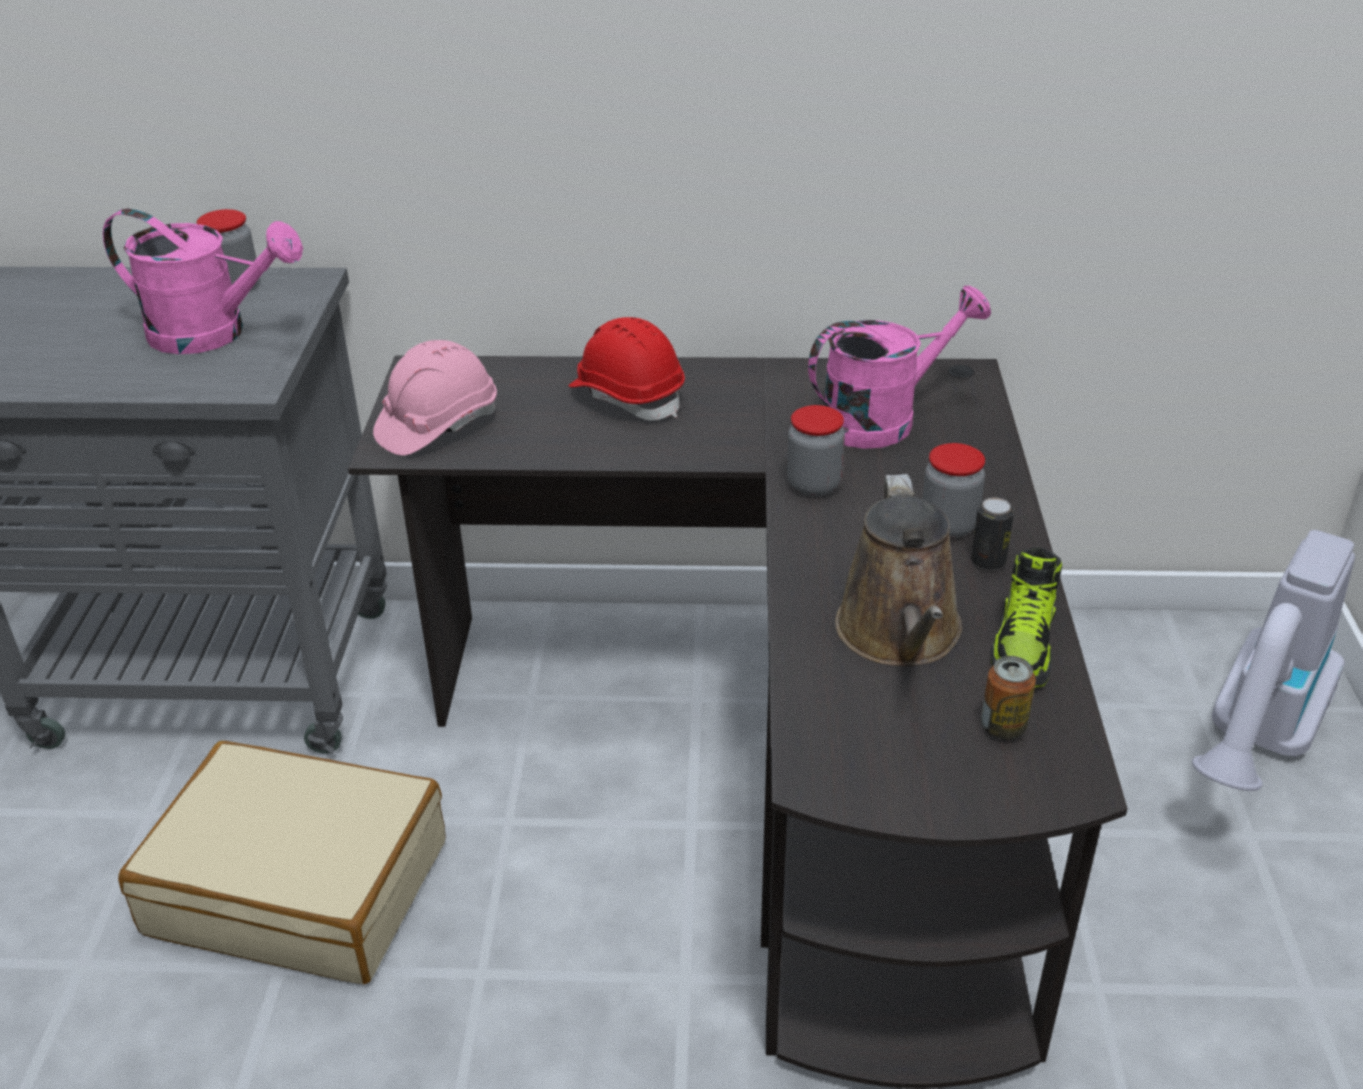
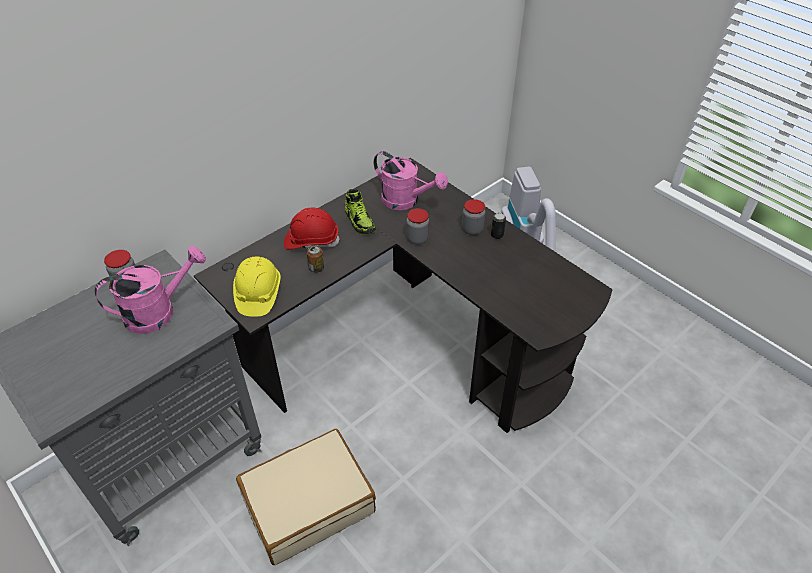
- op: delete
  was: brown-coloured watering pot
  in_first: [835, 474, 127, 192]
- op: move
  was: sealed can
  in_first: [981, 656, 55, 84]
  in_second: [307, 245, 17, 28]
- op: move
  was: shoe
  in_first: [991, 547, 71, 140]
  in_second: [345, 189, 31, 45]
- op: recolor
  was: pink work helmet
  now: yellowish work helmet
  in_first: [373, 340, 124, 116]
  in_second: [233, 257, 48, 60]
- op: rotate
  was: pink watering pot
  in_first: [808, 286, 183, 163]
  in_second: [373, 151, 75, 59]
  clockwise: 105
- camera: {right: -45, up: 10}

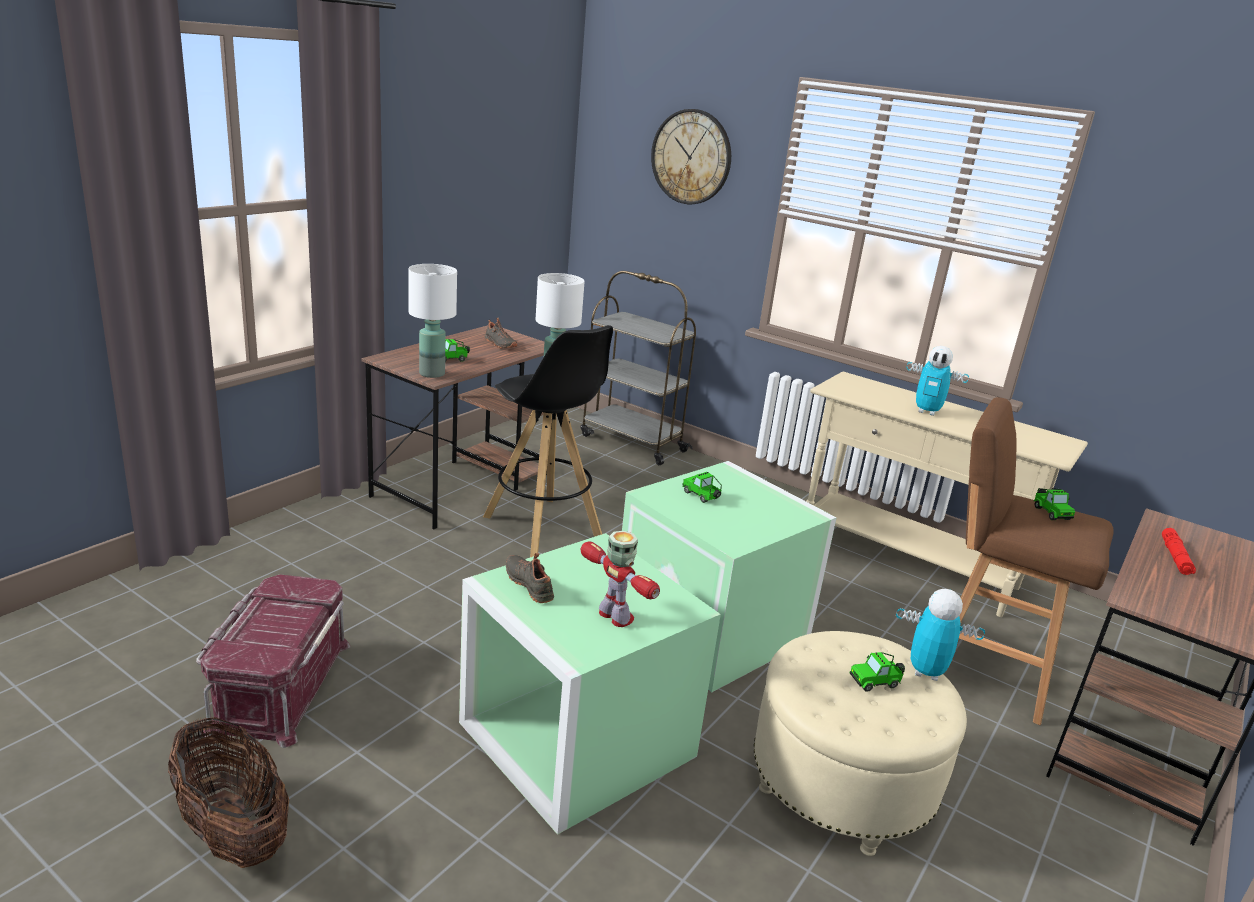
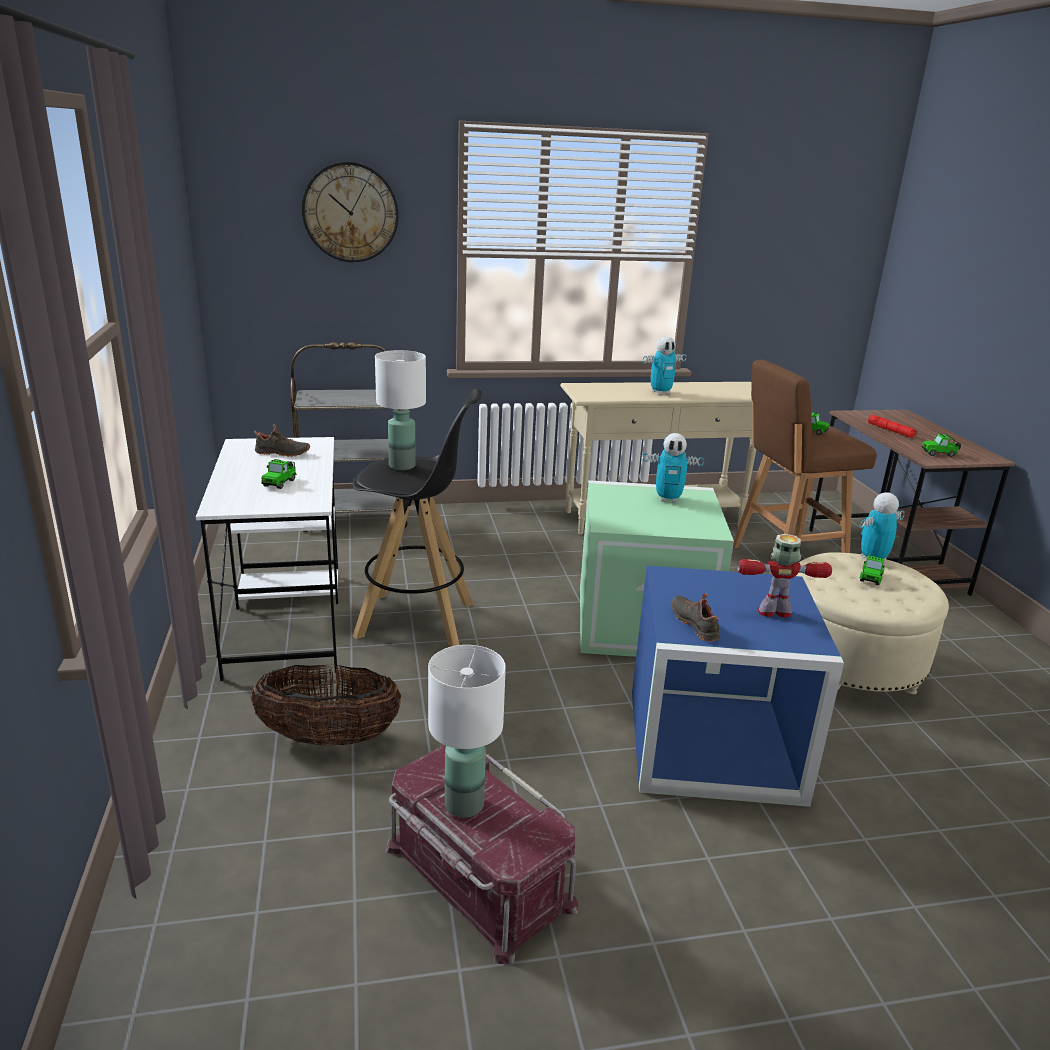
- op: insert
  now: model robot
  in_second: [643, 433, 61, 70]
- op: move
  was: basket
  in_first: [168, 717, 121, 151]
  in_second: [250, 664, 151, 82]
- op: move
  was: whitish lamp for a table
  in_first: [408, 264, 49, 114]
  in_second: [428, 645, 78, 173]
- op: move
  was: toy car
  in_first: [683, 472, 39, 31]
  in_second: [921, 433, 40, 24]
- op: recolor
  was: brown-coloured desk
  now: whitish desk
  in_first: [361, 325, 186, 205]
  in_second: [196, 437, 143, 244]
- op: recolor
  was: green-coloured storage container
  now: bluish storage container
  in_first: [459, 533, 262, 302]
  in_second: [632, 566, 212, 241]
- op: rotate
  was: black-coloured shoe
  in_first: [506, 553, 48, 50]
  in_second: [672, 593, 48, 48]
  clockwise: 60
- camera: {right: -45, up: 0}

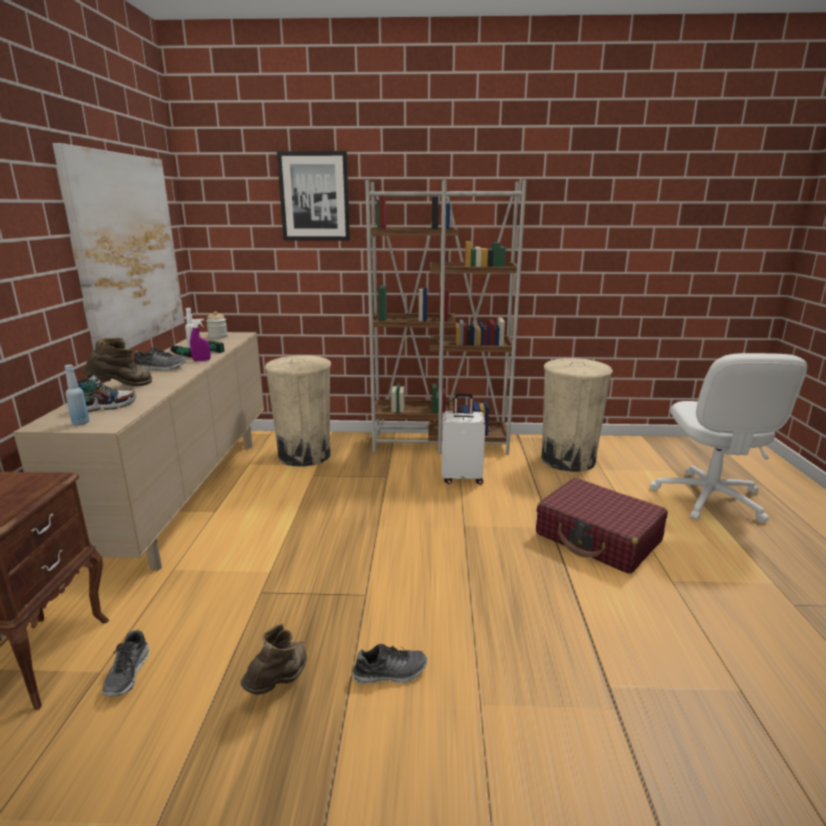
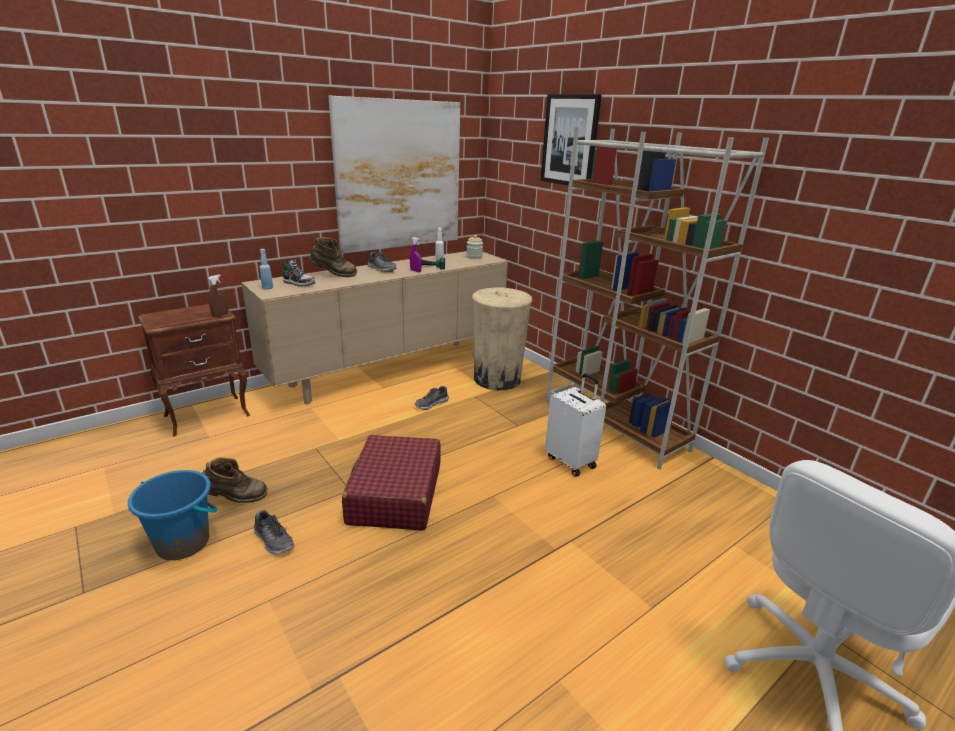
- op: delete
  was: beige-coloured rubbish bin
  in_first: [541, 358, 72, 114]
- op: insert
  now: bluish pail
  in_second: [128, 470, 90, 90]
- op: insert
  now: brown-coloured sprayer
  in_second: [208, 275, 20, 42]
- op: move
  was: shoe
  in_first: [102, 630, 47, 67]
  in_second: [415, 386, 34, 24]
- op: move
  was: red travel case
  in_first: [536, 478, 132, 96]
  in_second: [342, 435, 99, 96]
- camera: {right: 50, up: 5}

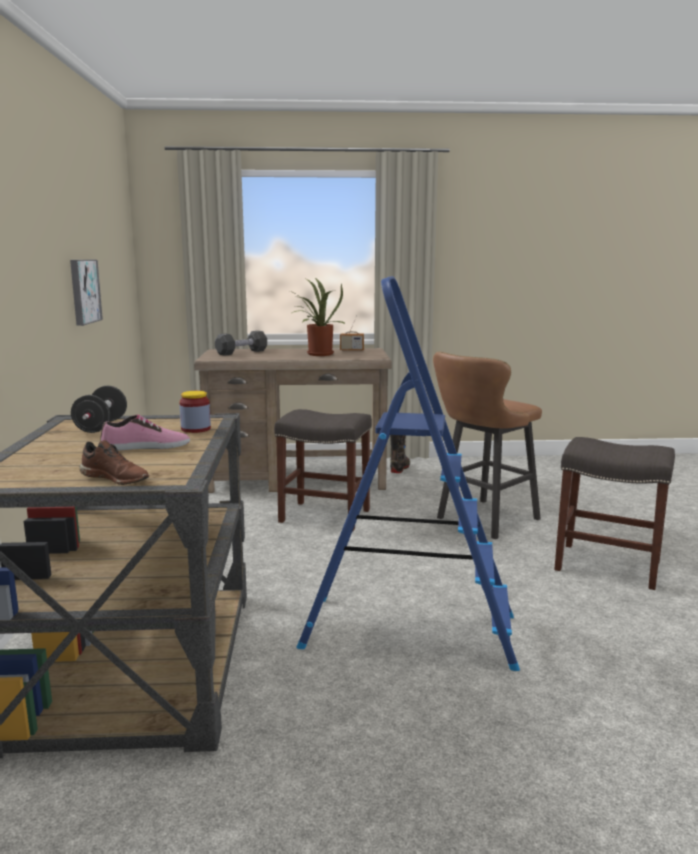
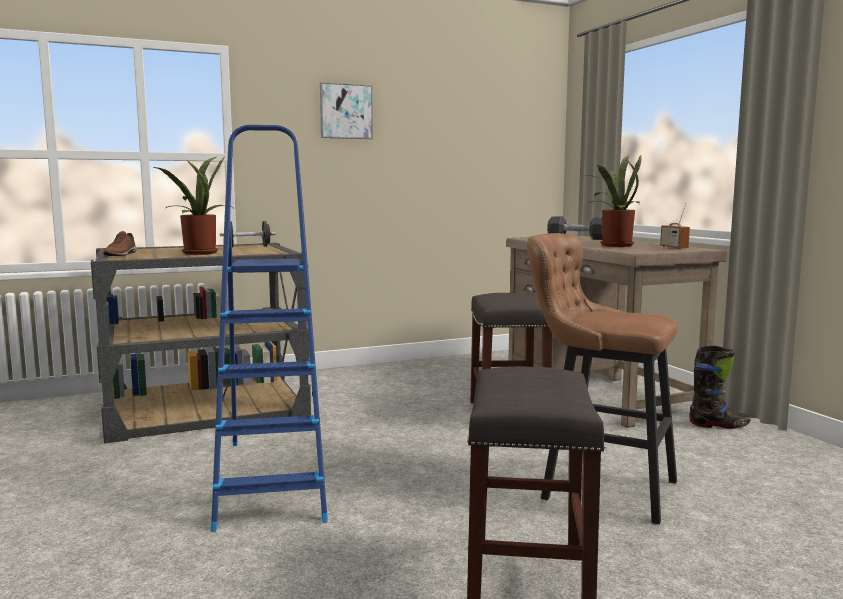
- op: delete
  was: storage jar
  in_first: [179, 391, 32, 42]
- op: move
  was: wall art
  in_first: [70, 260, 33, 66]
  in_second: [320, 82, 53, 57]
- op: replace
  was: shoe
  now: houseplant
  in_first: [100, 415, 90, 36]
  in_second: [154, 157, 78, 98]
- camera: {right: 70, up: -5}

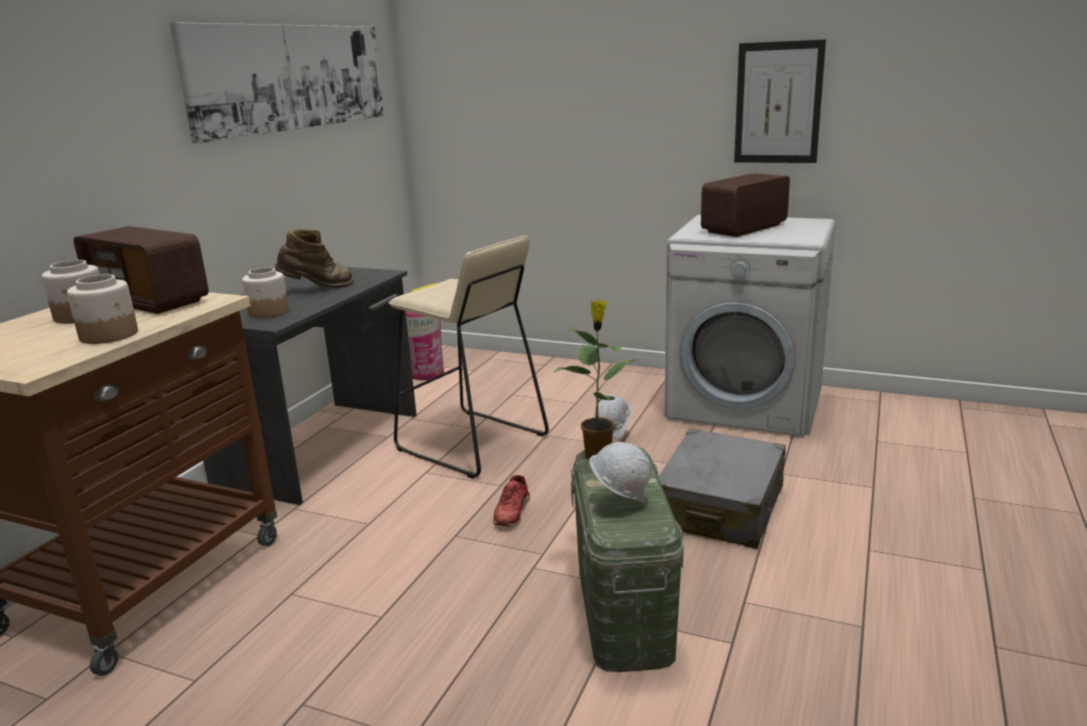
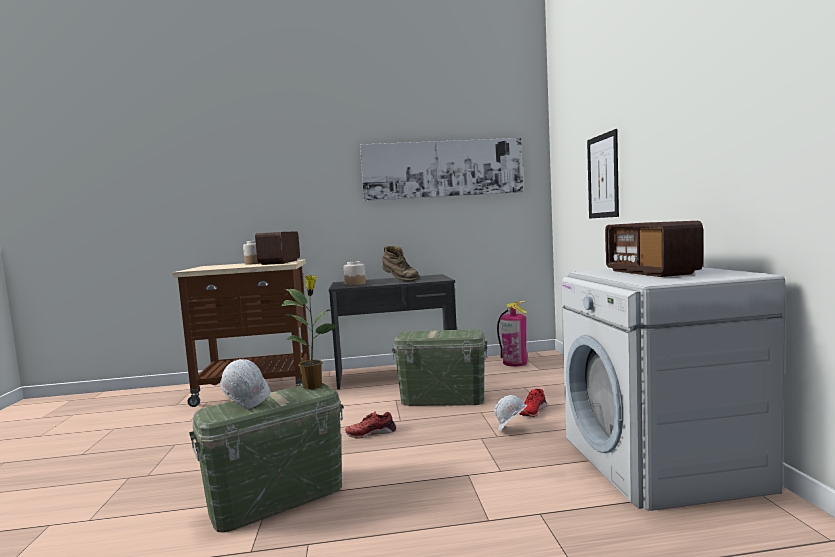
- op: delete
  was: storage jar
  in_first: [67, 274, 71, 70]
- op: delete
  was: gray travel case
  in_first: [659, 429, 127, 120]
- op: insert
  now: red shoe
  in_second: [519, 389, 28, 28]
- op: move
  was: wall art
  in_first: [734, 39, 92, 124]
  in_second: [587, 129, 32, 90]
- op: replace
  was: beige-coloured stool seat
  now: green-coloured storage container
  in_first: [389, 235, 160, 244]
  in_second: [392, 329, 95, 77]
- op: rotate
  was: radio receiver
  in_first: [701, 173, 89, 64]
  in_second: [605, 221, 98, 56]
  clockwise: -120
- camera: {right: 60, up: -15}

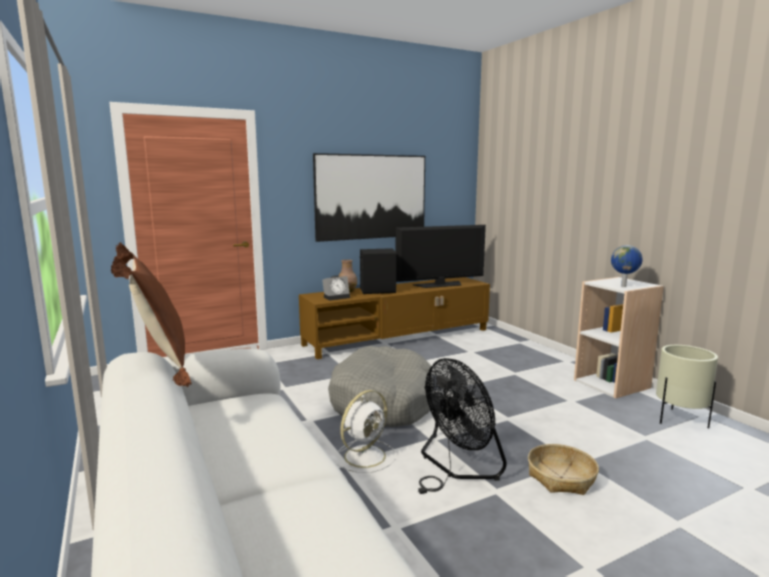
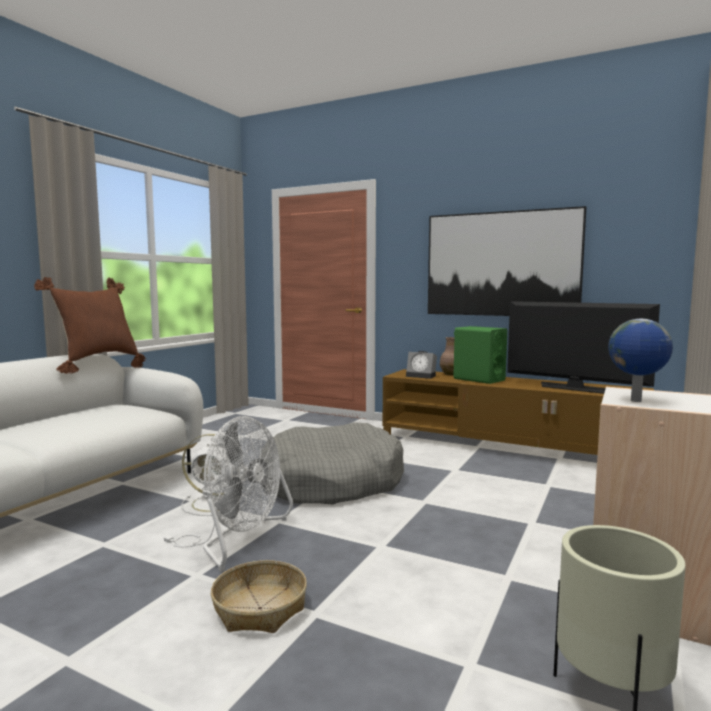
- op: recolor
  was: black-coloured audio speaker
  now: green-coloured audio speaker
  in_first: [360, 248, 36, 46]
  in_second: [453, 326, 54, 58]
- op: recolor
  was: black-coloured cooling fan
  now: whitish cooling fan
  in_first: [418, 358, 89, 136]
  in_second: [164, 416, 129, 156]
- camera: {right: 55, up: -5}

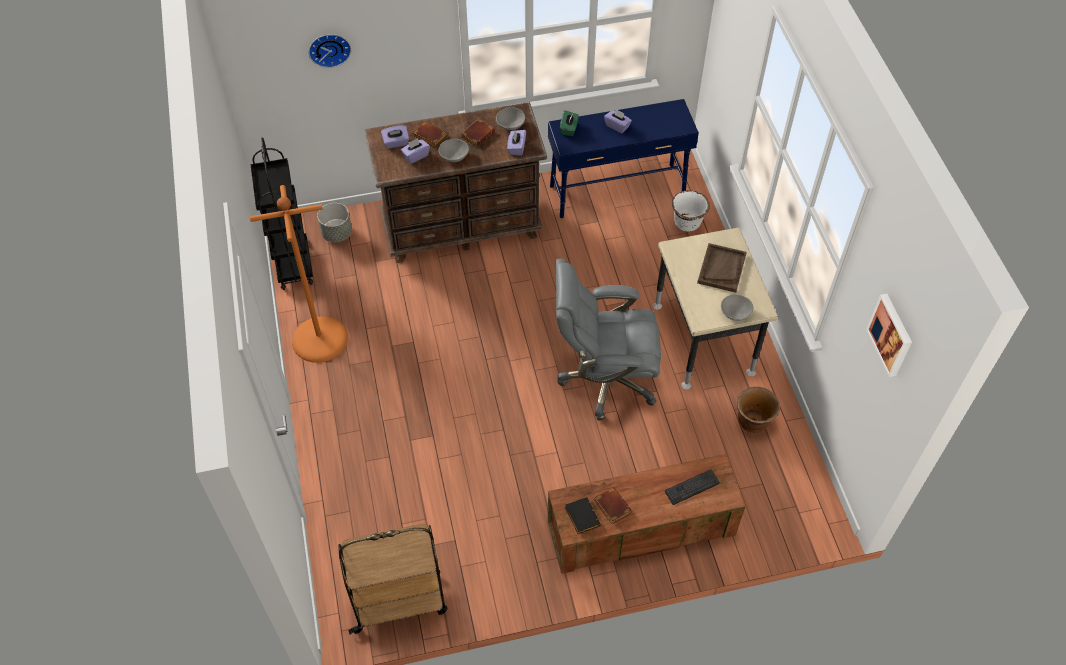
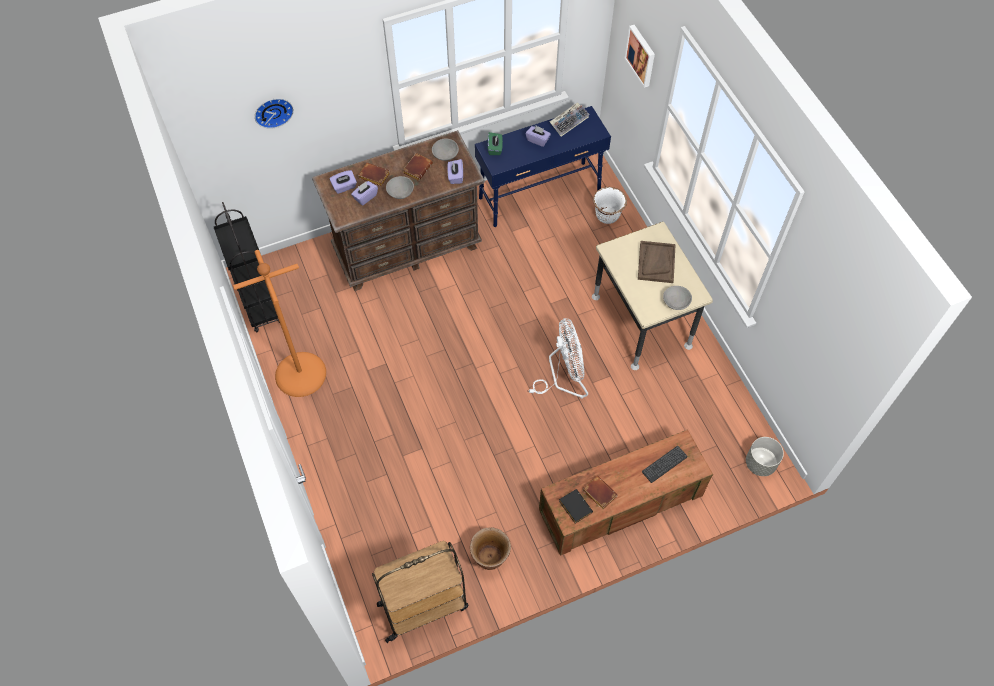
- op: insert
  now: PC keyboard
  in_second: [550, 102, 40, 35]
- op: move
  was: gray flower pot
  in_first: [317, 203, 35, 39]
  in_second: [746, 437, 38, 39]
- op: move
  was: brown-coloured flower pot
  in_first: [737, 387, 43, 46]
  in_second: [470, 527, 41, 43]
- op: move
  was: wall art
  in_first: [866, 294, 46, 83]
  in_second: [625, 25, 30, 63]
- op: replace
  was: gray desk chair
  now: whitish cooling fan
  in_first: [556, 258, 105, 162]
  in_second: [528, 318, 60, 81]
- camera: {right: -10, up: 5}

